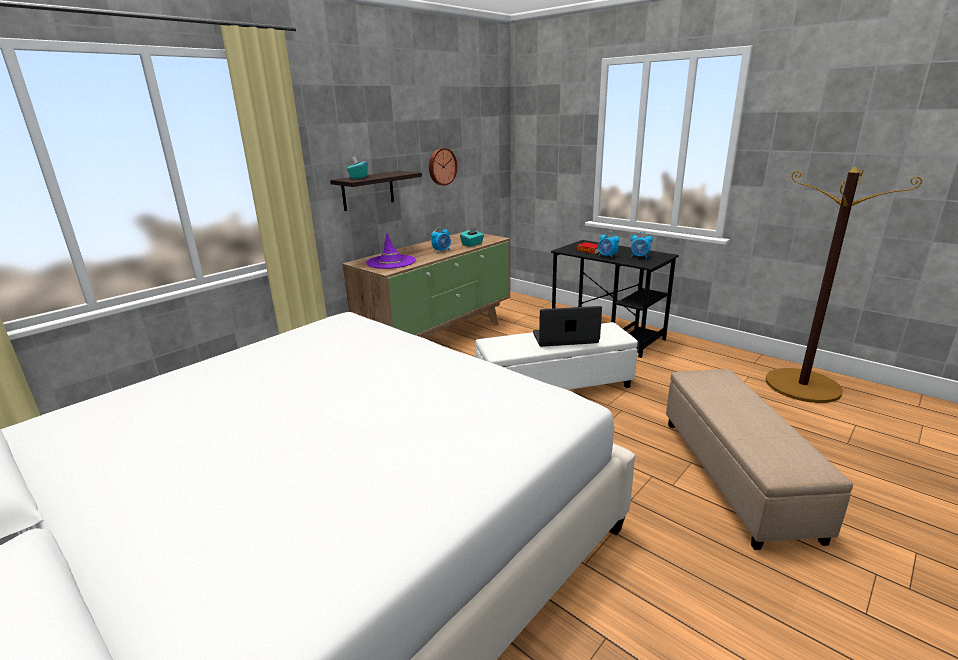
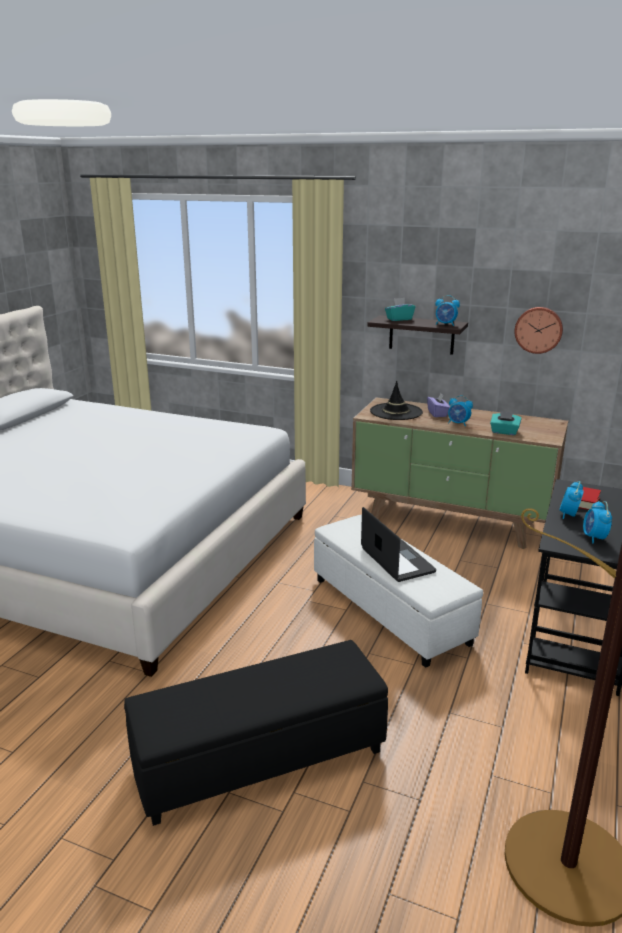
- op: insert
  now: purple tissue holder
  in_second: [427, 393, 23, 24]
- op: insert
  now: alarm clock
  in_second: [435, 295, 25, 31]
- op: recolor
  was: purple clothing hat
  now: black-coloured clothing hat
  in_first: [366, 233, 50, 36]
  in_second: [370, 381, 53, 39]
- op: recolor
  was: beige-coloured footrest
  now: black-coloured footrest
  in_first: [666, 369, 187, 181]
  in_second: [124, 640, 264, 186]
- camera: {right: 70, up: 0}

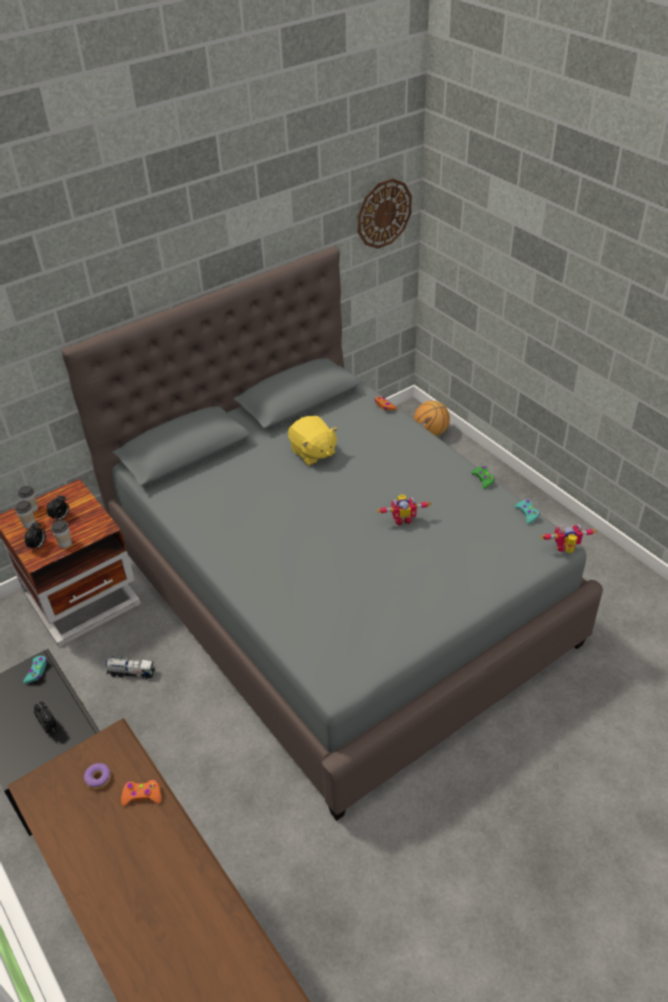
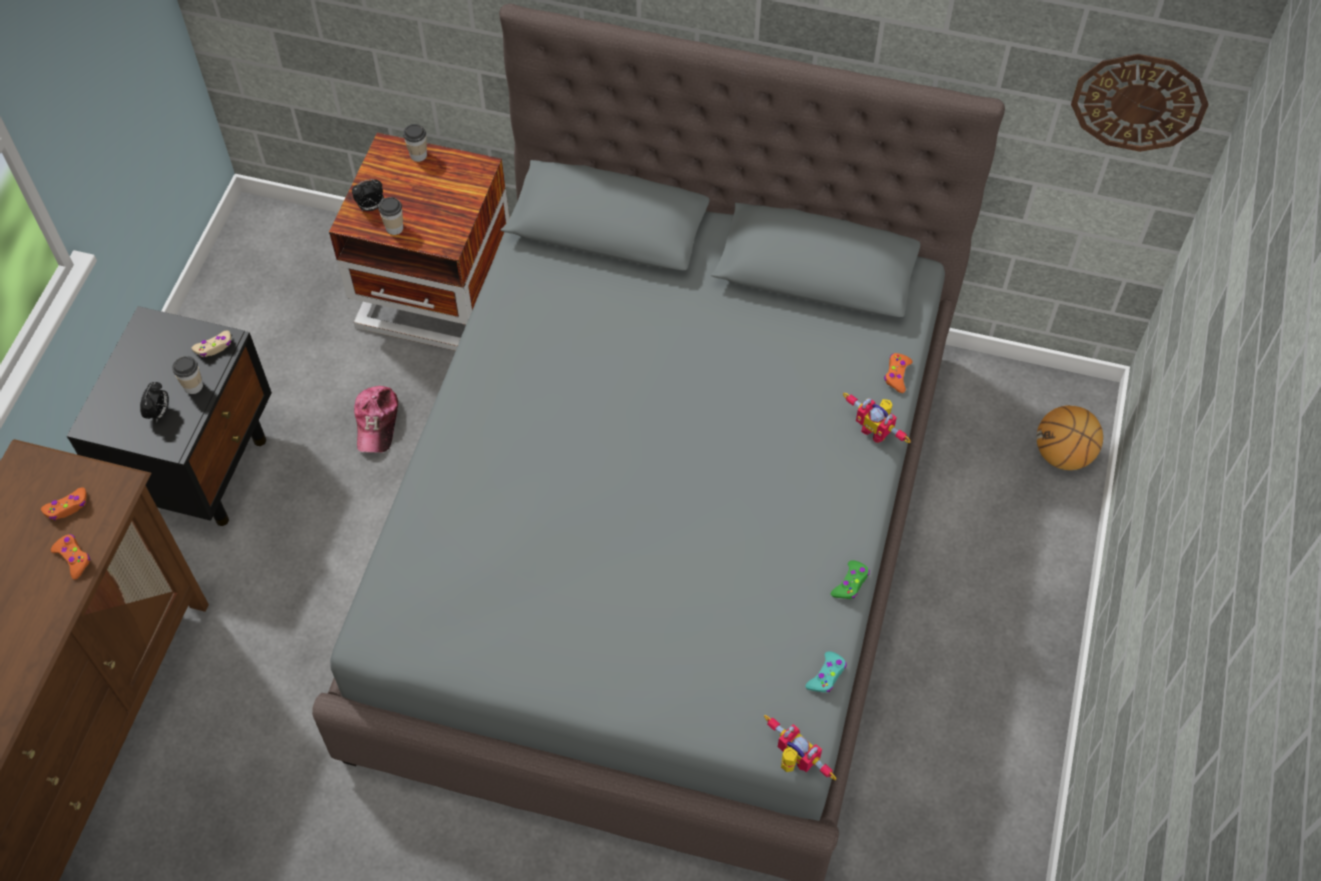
- op: delete
  was: alarm clock
  in_first: [47, 495, 22, 26]
- op: delete
  was: yellowish plush toy
  in_first: [288, 416, 50, 50]
- op: move
  was: cup
  in_first: [15, 501, 21, 27]
  in_second: [172, 356, 31, 38]
- op: move
  was: model robot
  in_first: [376, 494, 56, 31]
  in_second: [843, 393, 67, 50]
- op: replace
  was: ring doughnut
  now: orange-coloured gamepad
  in_first: [84, 763, 27, 26]
  in_second: [41, 487, 46, 33]
- op: replace
  was: toy lorry
  now: peaked cap
  in_first: [106, 656, 49, 23]
  in_second: [354, 386, 44, 67]
- op: recolor
  was: blue-green gamepad
  now: beige-coloured gamepad
  in_first: [23, 656, 24, 28]
  in_second: [192, 331, 39, 26]
- camera: {right: 50, up: 15}

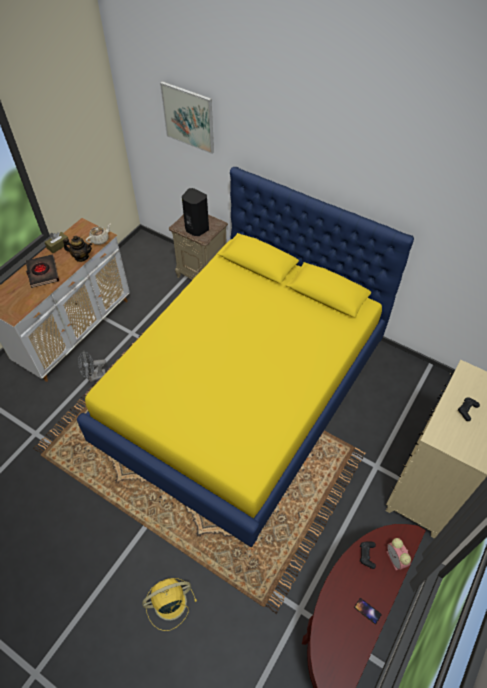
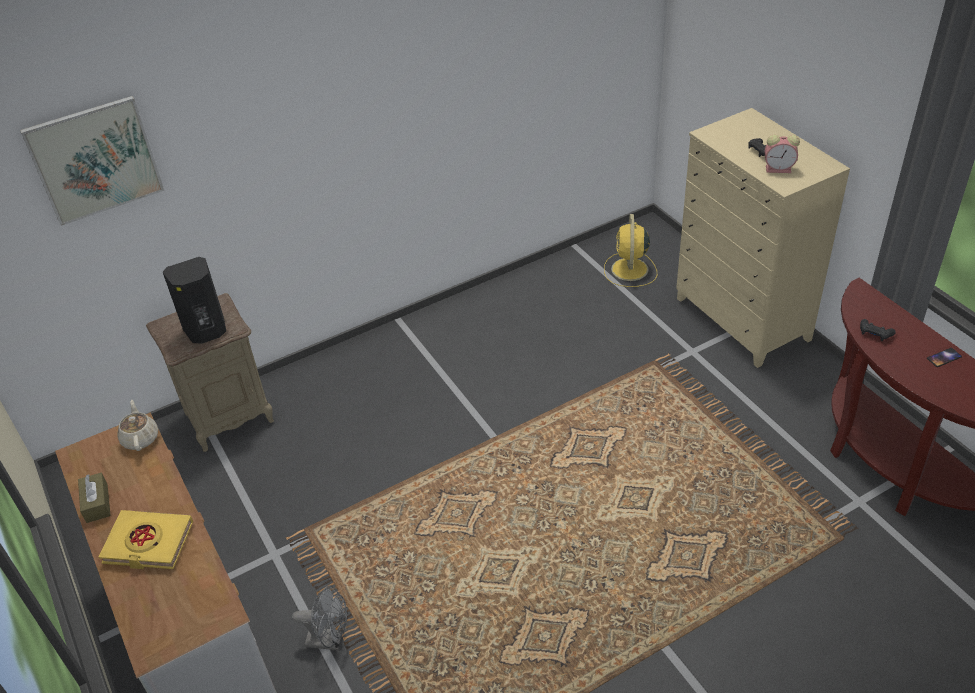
- op: delete
  was: tea pot
  in_first: [63, 236, 29, 26]
- op: delete
  was: yellowish sleeping bed
  in_first: [77, 167, 337, 381]
- op: move
  was: yellowish cooling fan
  in_first: [142, 578, 55, 53]
  in_second: [604, 214, 53, 73]
- op: move
  was: alarm clock
  in_first: [386, 538, 25, 32]
  in_second: [765, 135, 35, 38]
- op: recolor
  was: black-coloured book
  now: yellowish book
  in_first: [26, 254, 33, 34]
  in_second: [99, 510, 94, 59]
- op: rotate
  was: gray cooling fan
  in_first: [78, 350, 28, 32]
  in_second: [292, 585, 55, 65]
  clockwise: -90
- camera: {right: -60, up: -10}

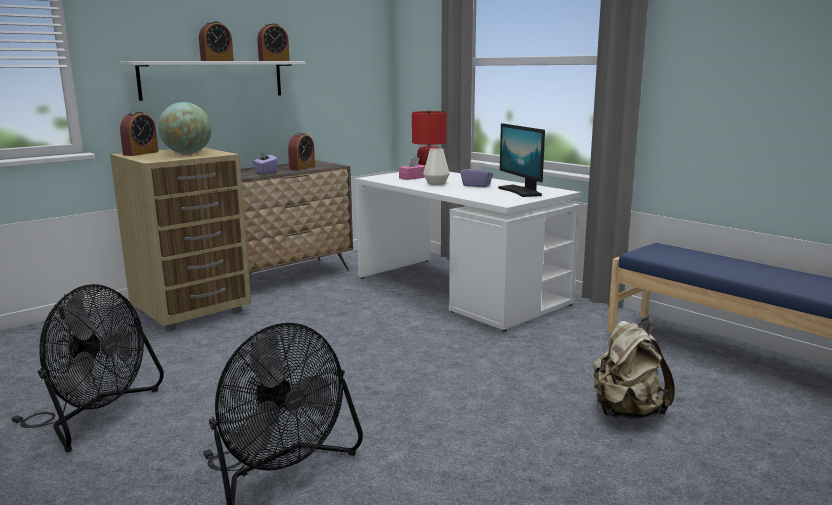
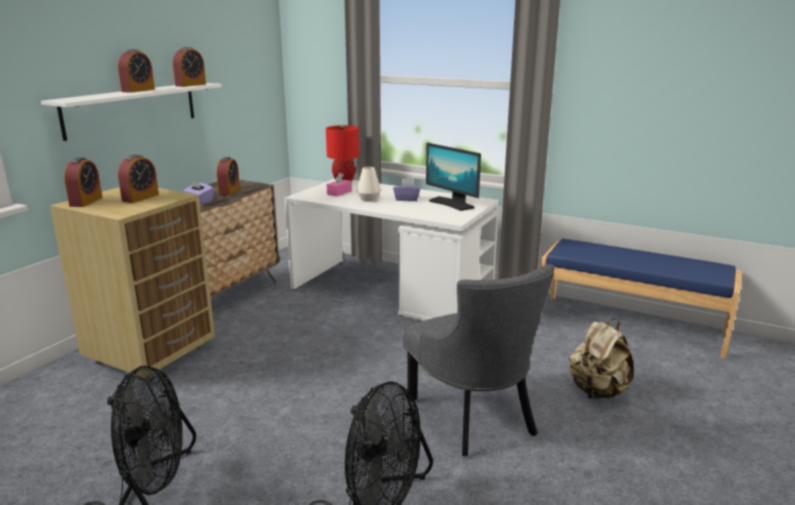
- op: insert
  now: gray lounge chair
  in_second: [403, 264, 152, 192]
- op: replace
  was: globe
  now: alarm clock
  in_first: [158, 102, 54, 52]
  in_second: [118, 154, 41, 49]
- camera: {right: -20, up: 5}

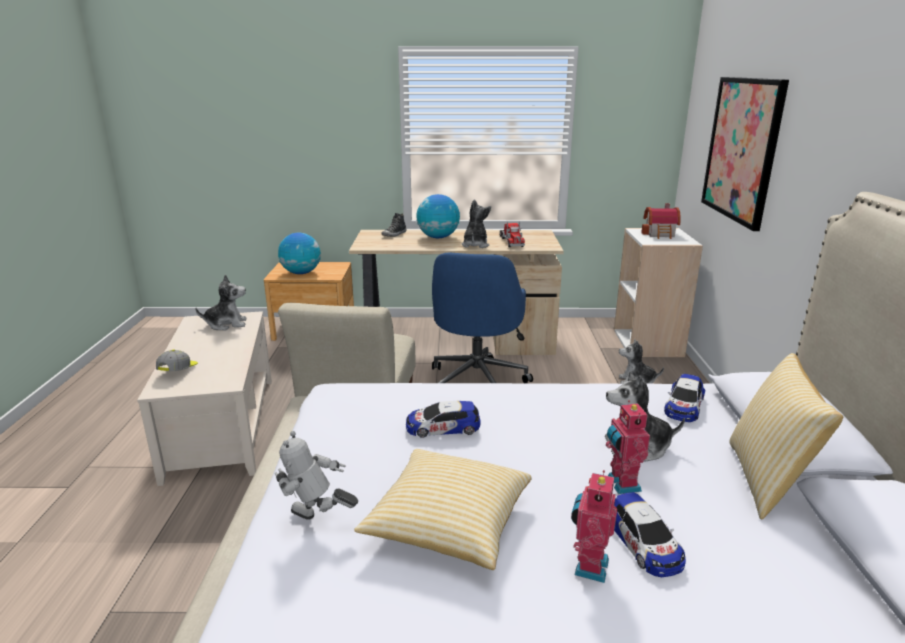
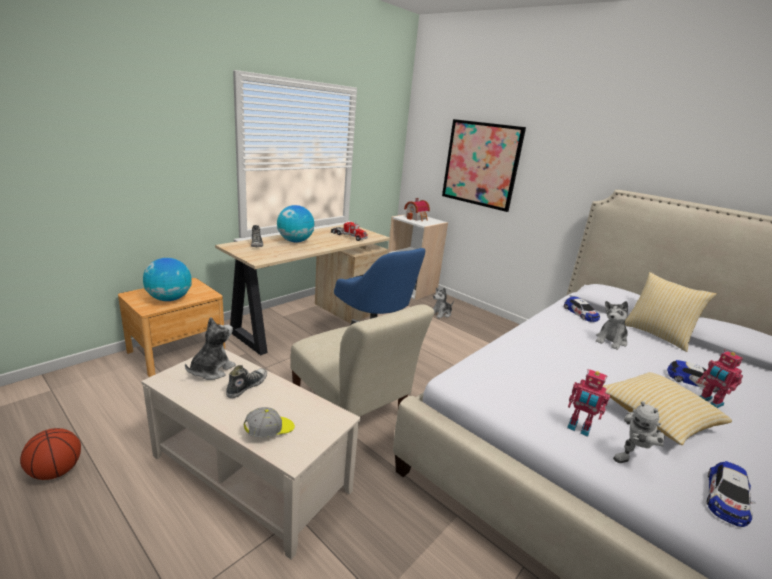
- op: delete
  was: plush toy
  in_first: [462, 200, 29, 48]
- op: insert
  now: ball for basketball
  in_second: [20, 428, 61, 52]
- op: insert
  now: shoe
  in_second: [226, 365, 41, 33]
- op: move
  was: toy car
  in_first: [406, 401, 75, 37]
  in_second: [706, 461, 50, 66]
- op: move
  was: model robot
  in_first: [606, 400, 44, 94]
  in_second: [567, 369, 43, 68]
- op: rotate
  was: peaked cap
  in_first: [156, 350, 42, 21]
  in_second: [243, 407, 52, 30]
  clockwise: 90
- camera: {right: -50, up: 0}

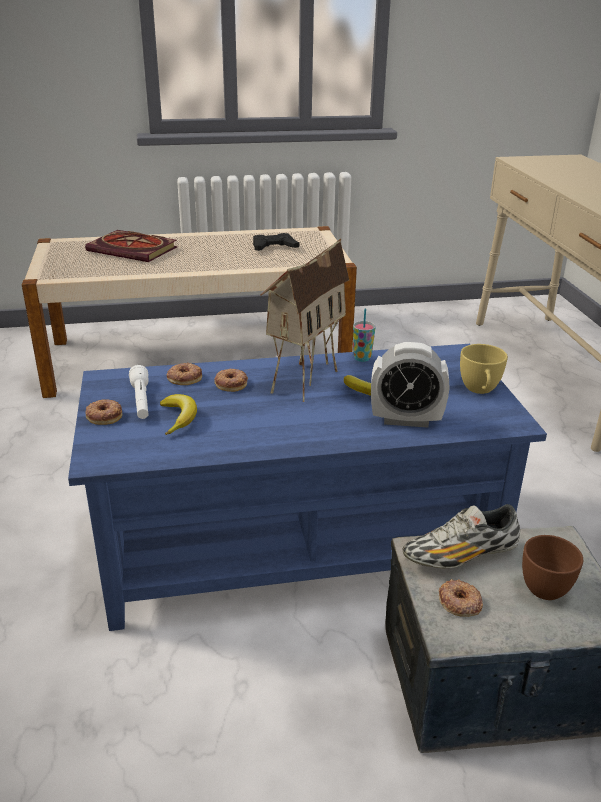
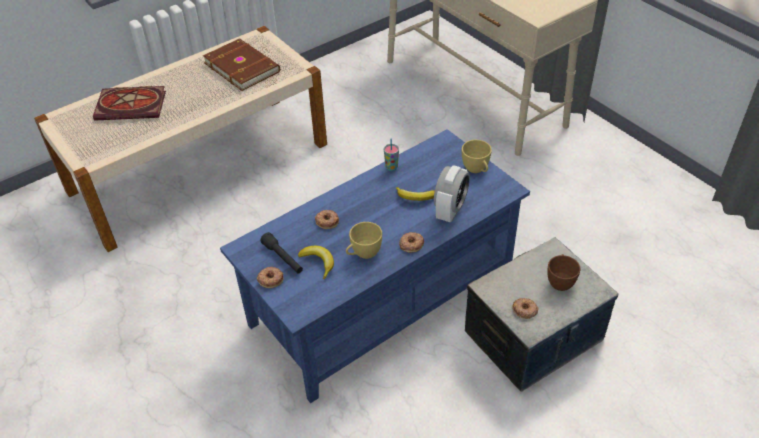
- op: delete
  was: miniature house
  in_first: [261, 238, 88, 164]
- op: delete
  was: shoe
  in_first: [402, 504, 118, 65]
- op: insert
  now: yellowish cup
  in_second: [346, 222, 36, 37]
- op: move
  was: ring doughnut
  in_first: [167, 362, 35, 23]
  in_second: [399, 232, 25, 21]
- op: replace
  was: black-coloured gamepad
  now: brown-coloured book
  in_first: [253, 233, 47, 18]
  in_second: [203, 38, 77, 53]
- op: recolor
  was: whitish flashlight
  now: black-coloured flashlight
  in_first: [129, 365, 20, 54]
  in_second: [260, 232, 43, 41]
- op: rotate
  was: alarm clock
  in_first: [371, 342, 78, 86]
  in_second: [434, 165, 36, 57]
  clockwise: -45
- camera: {right: -25, up: 15}

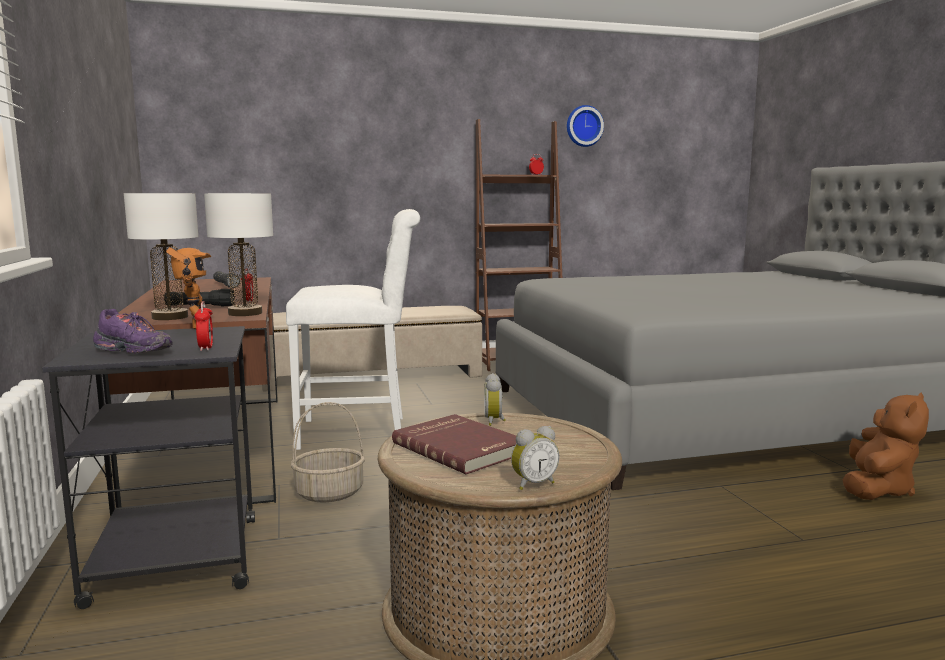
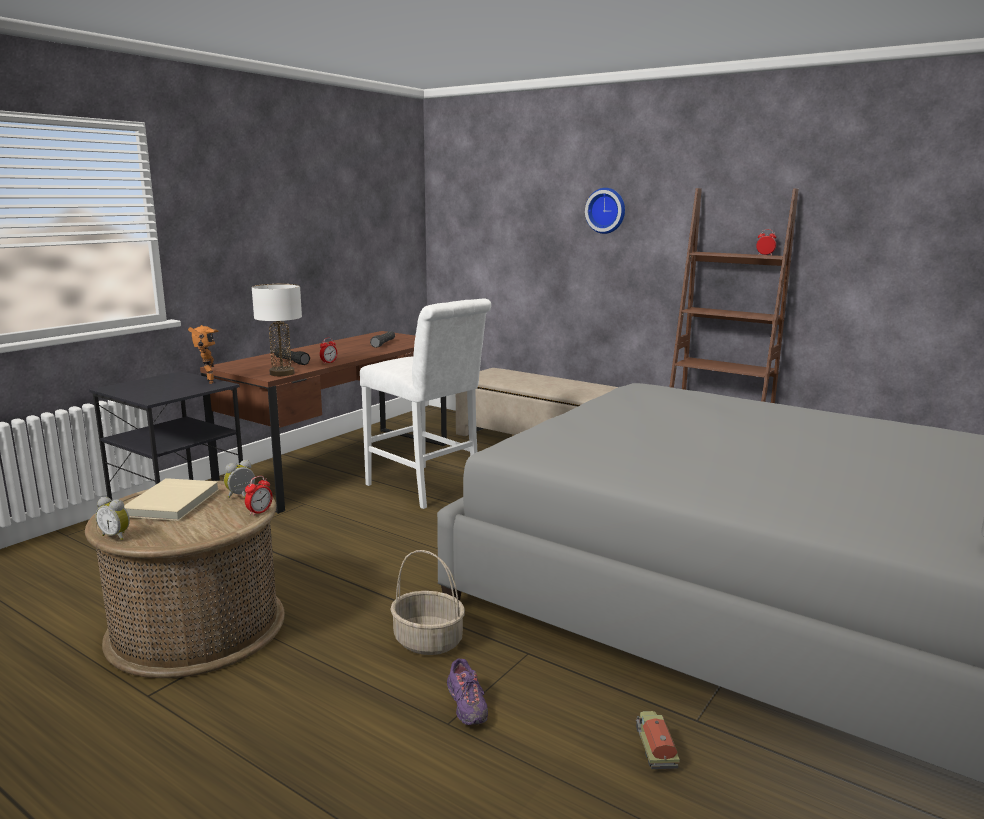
- op: delete
  was: lamp for a table
  in_first: [124, 193, 74, 127]
- op: move
  was: purple shoe
  in_first: [93, 309, 80, 45]
  in_second: [447, 658, 41, 67]
- op: move
  was: alarm clock
  in_first: [194, 301, 19, 50]
  in_second: [245, 476, 28, 40]
- op: move
  was: basket
  in_first: [290, 402, 75, 100]
  in_second: [390, 550, 75, 105]
- op: move
  was: hanging clock
  in_first: [567, 105, 37, 42]
  in_second: [585, 188, 40, 46]
- op: replace
  was: brown-coloured plush toy
  now: toy lorry
  in_first: [843, 393, 86, 107]
  in_second: [636, 711, 44, 58]
- op: recolor
  was: red book
  now: beige-coloured book
  in_first: [392, 414, 124, 60]
  in_second: [124, 478, 95, 43]
- op: rotate
  was: model robot
  in_first: [166, 247, 45, 83]
  in_second: [188, 325, 31, 59]
  clockwise: -45
- camera: {right: 50, up: 5}

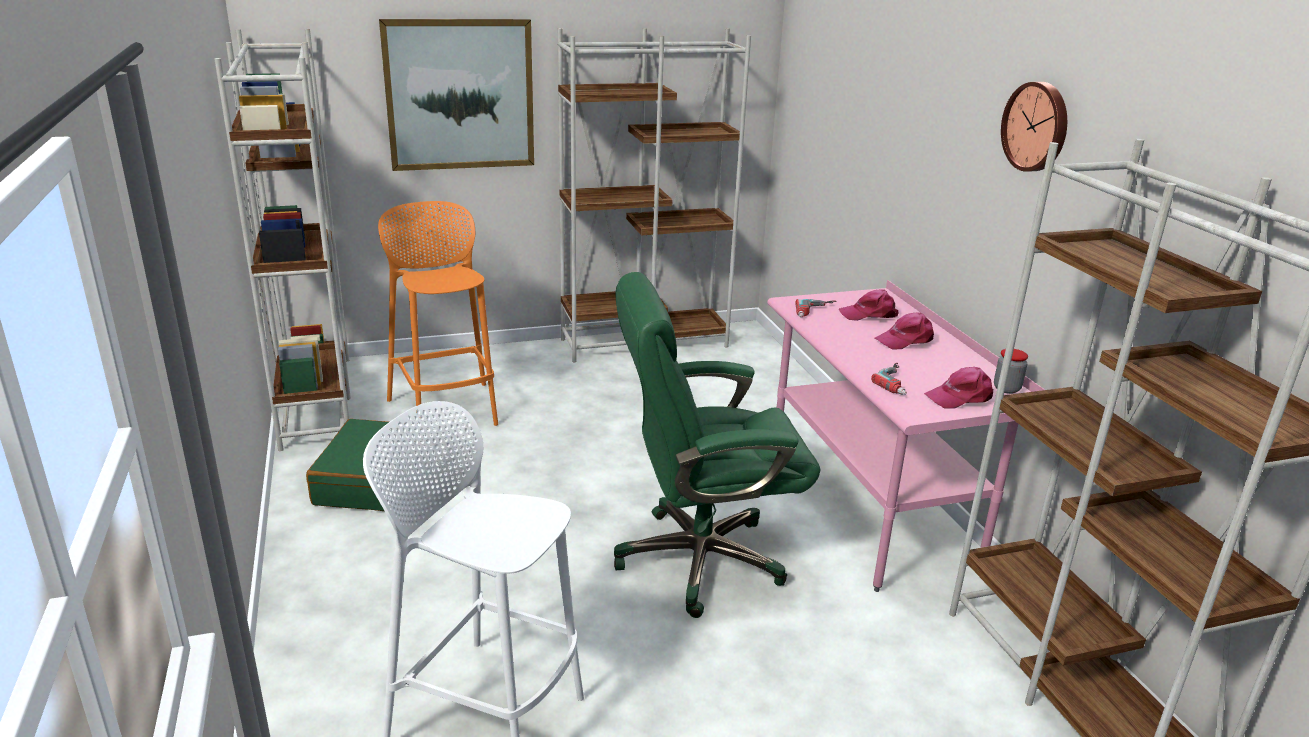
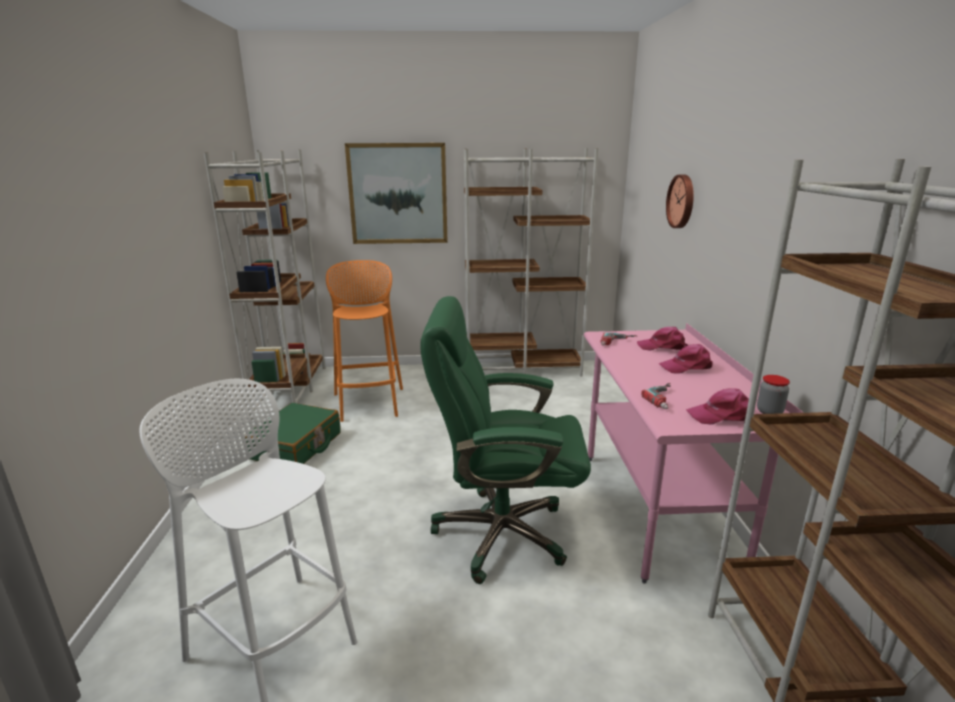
- op: move
  was: hanging clock
  in_first: [1001, 82, 66, 90]
  in_second: [666, 175, 28, 53]
- camera: {right: 15, up: -5}

